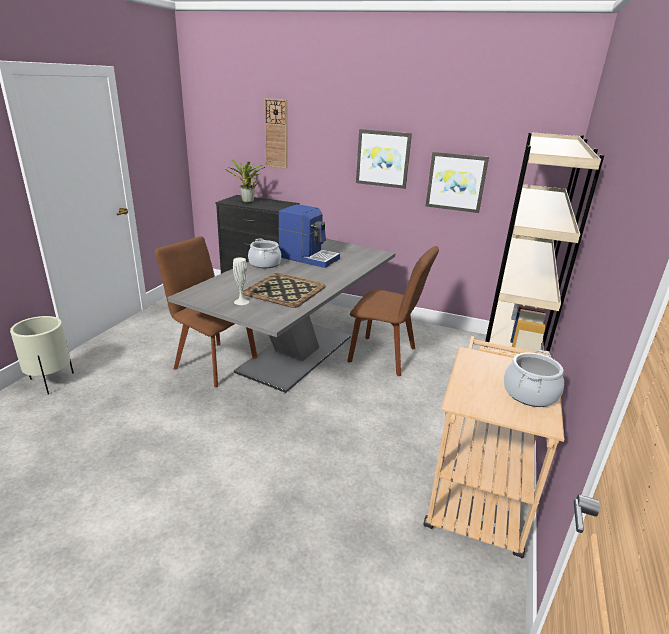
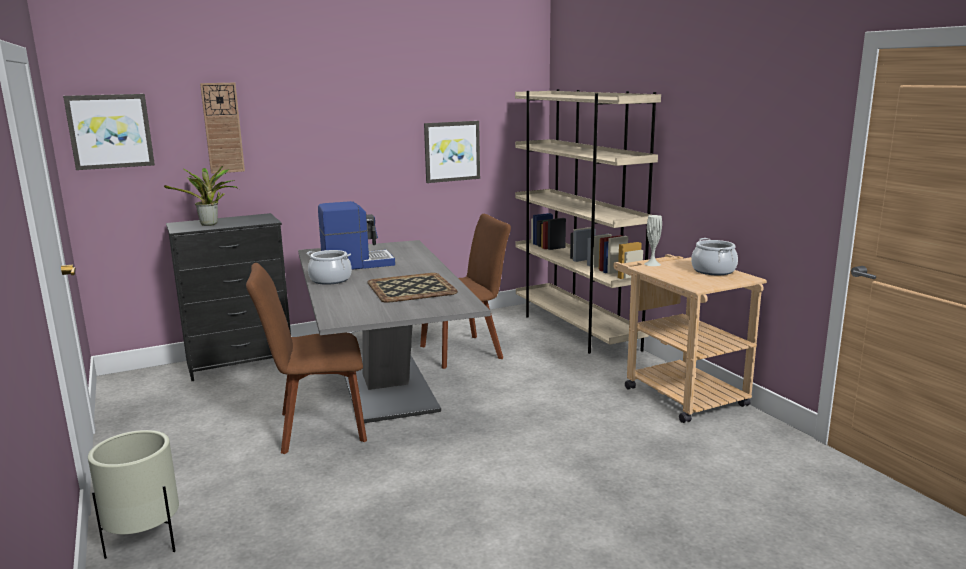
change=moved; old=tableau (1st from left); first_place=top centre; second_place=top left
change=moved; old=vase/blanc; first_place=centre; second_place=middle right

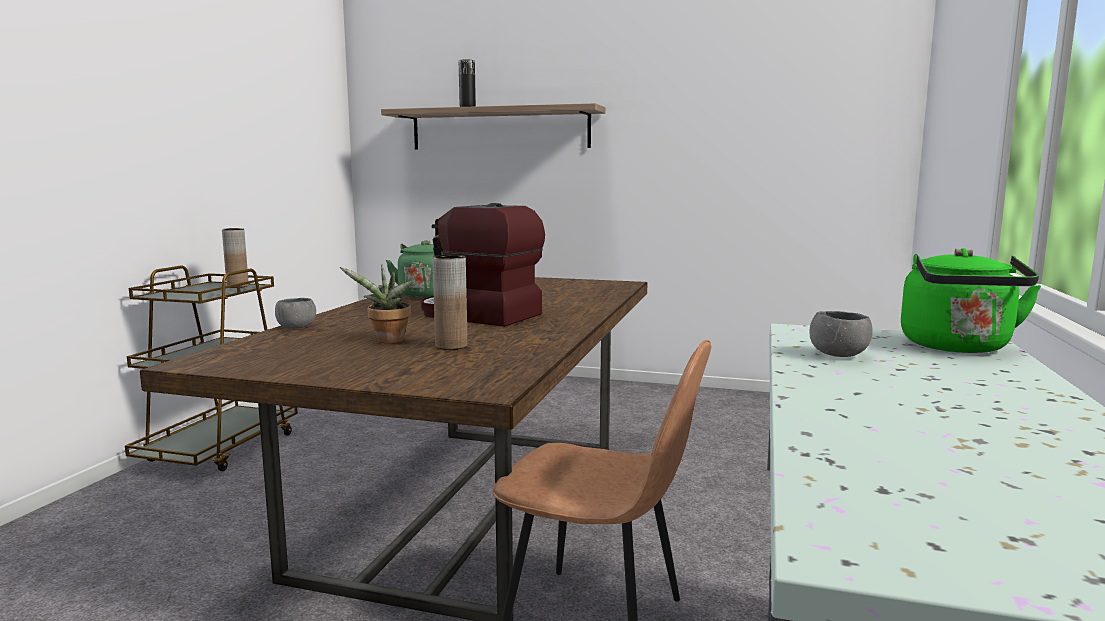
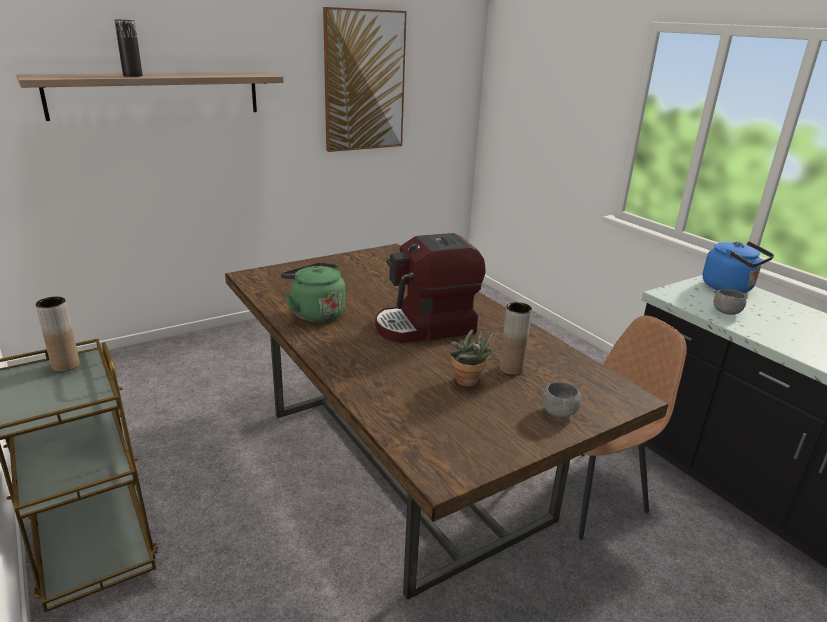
change=added; new=tableau; second_place=top centre
change=moved; old=bol/gris (1st from left); first_place=middle left; second_place=middle right
change=recoloured; old=bouilloire/vert (2nd from left); new=bouilloire/bleu; first_place=middle right; second_place=middle right

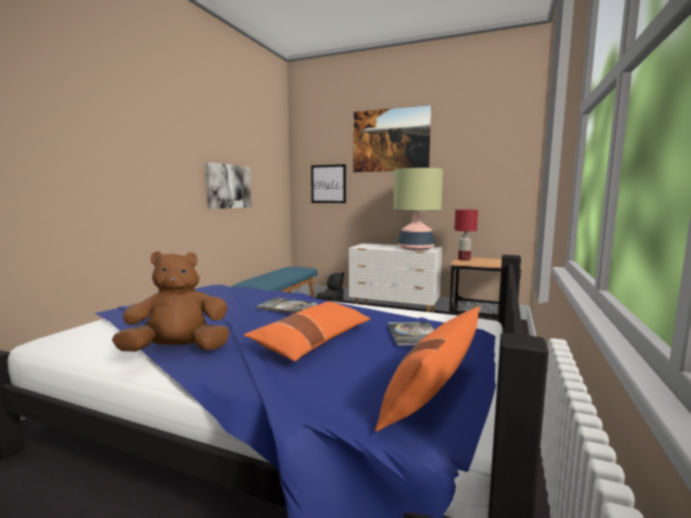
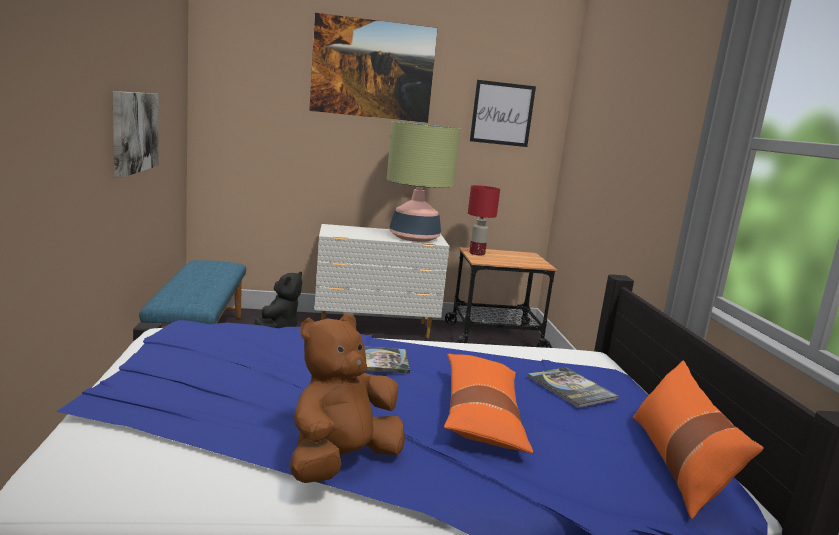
change=moved; old=tableau (2nd from left in the first image); new=tableau (3rd from left); first_place=centre; second_place=top centre

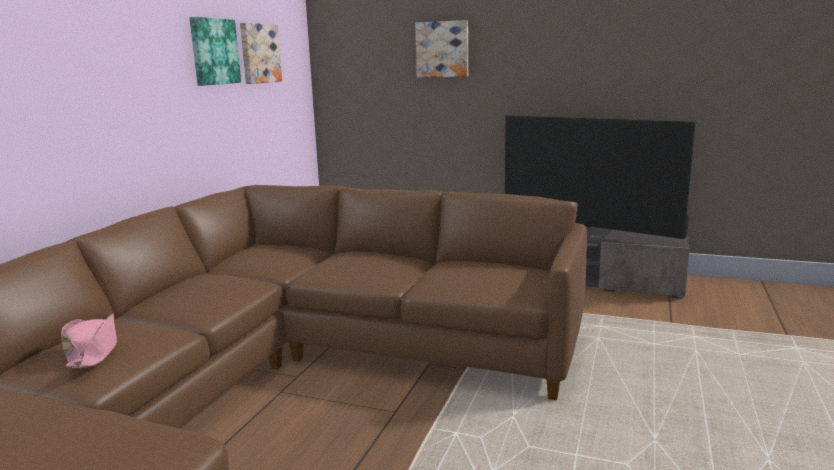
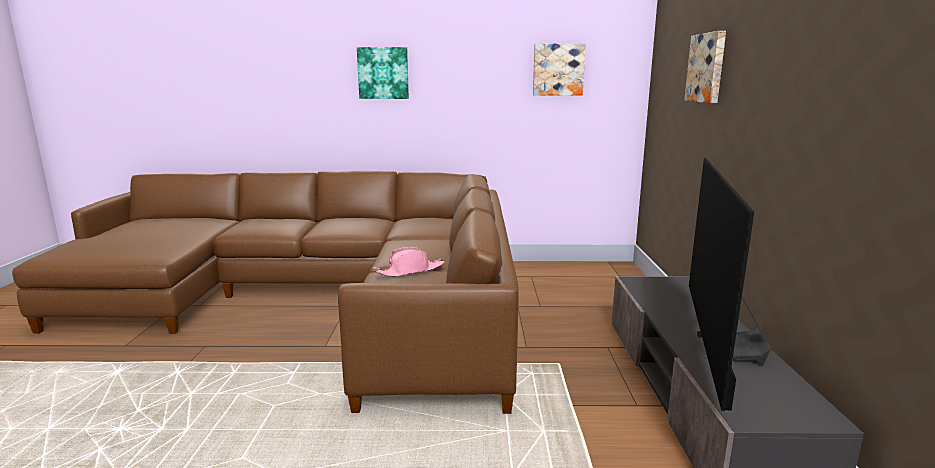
change=moved; old=tableau (1st from left); first_place=top left; second_place=top centre
change=moved; old=chapeau/rose; first_place=bottom left; second_place=centre

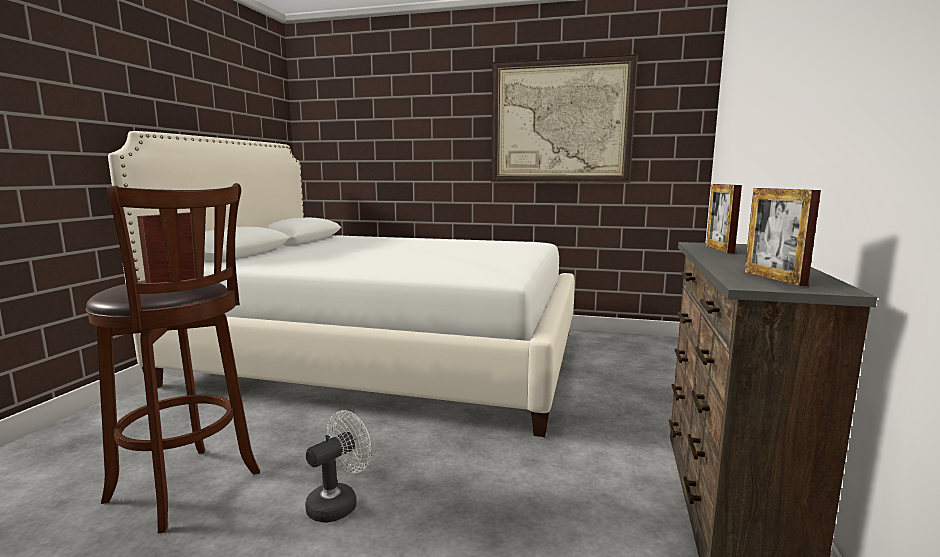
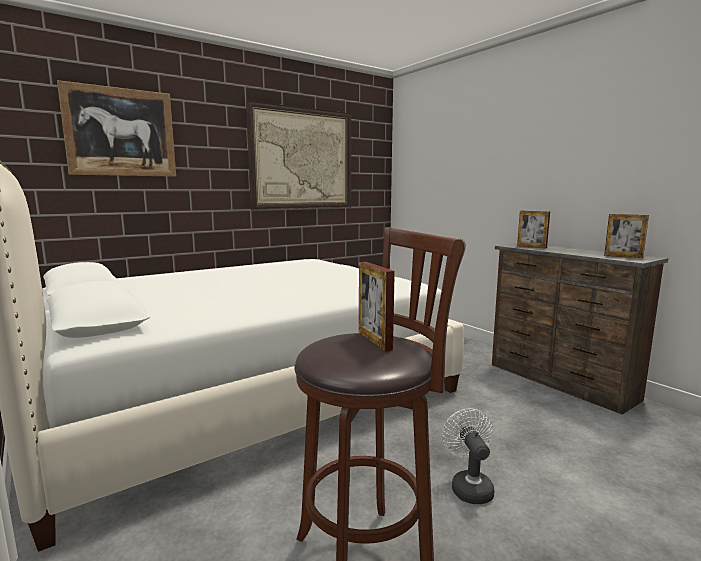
change=added; new=tableau (1st from left); second_place=top left

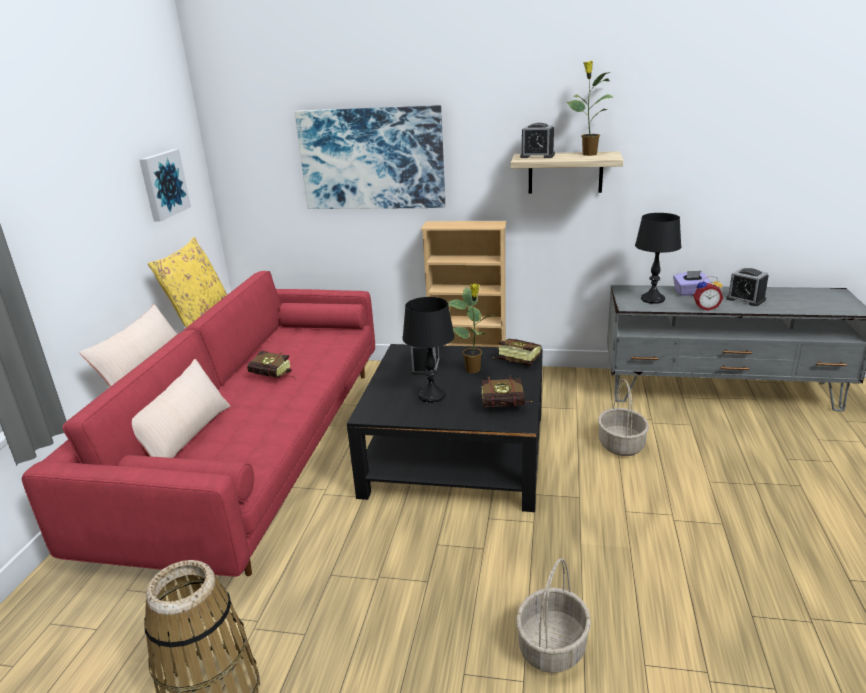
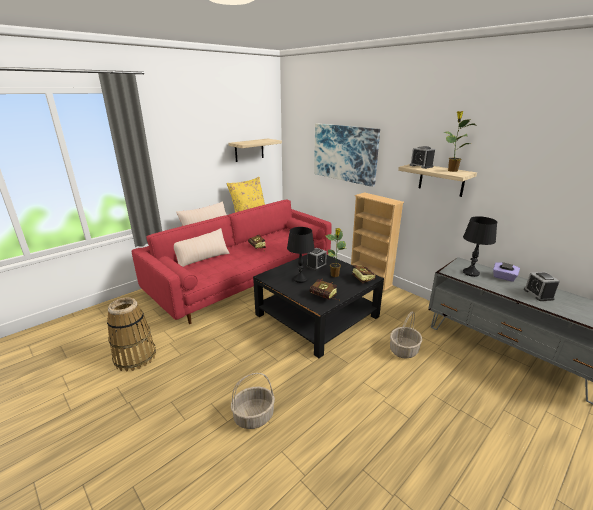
change=replaced; old=tableau (1st from left); new=étagère (1st from left); first_place=top left; second_place=top centre
change=removed; old=réveil (3rd from left); first_place=middle right

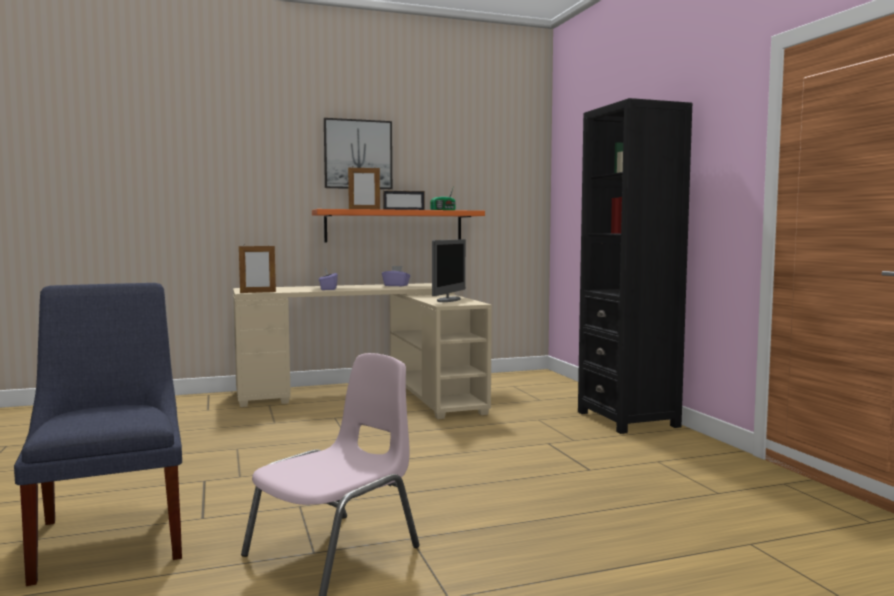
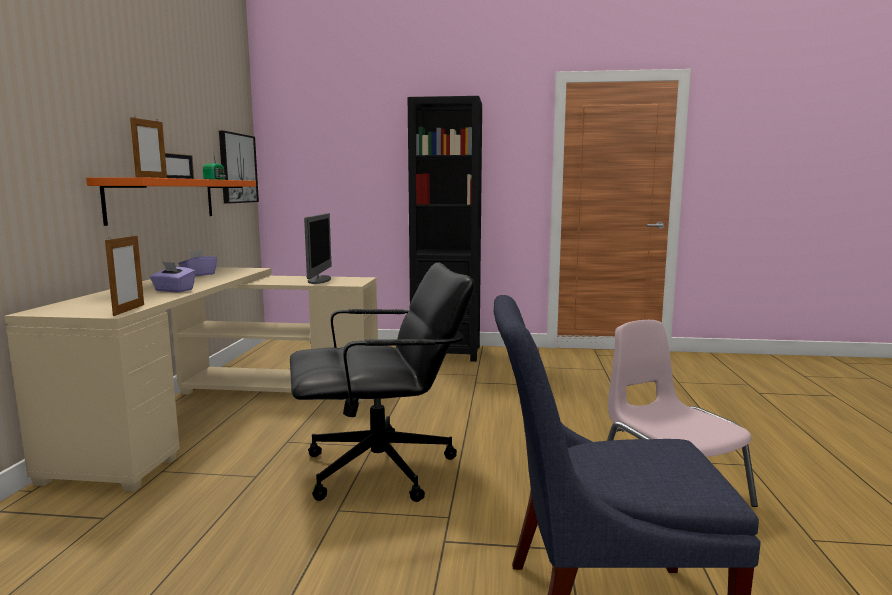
change=moved; old=tableau; first_place=top centre; second_place=top left
change=added; new=chaise de bureau/noir; second_place=centre
change=turned; old=écran d'ordinateur; first_place=centre; second_place=centre; degrees=45

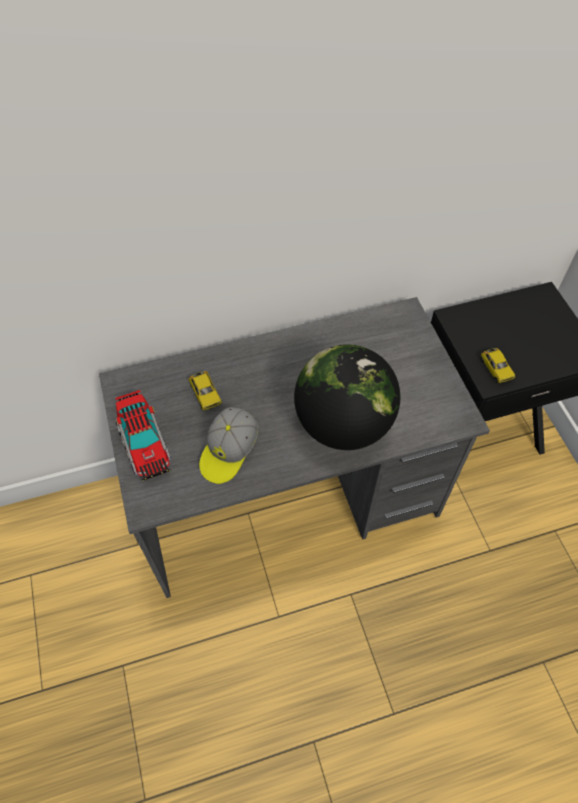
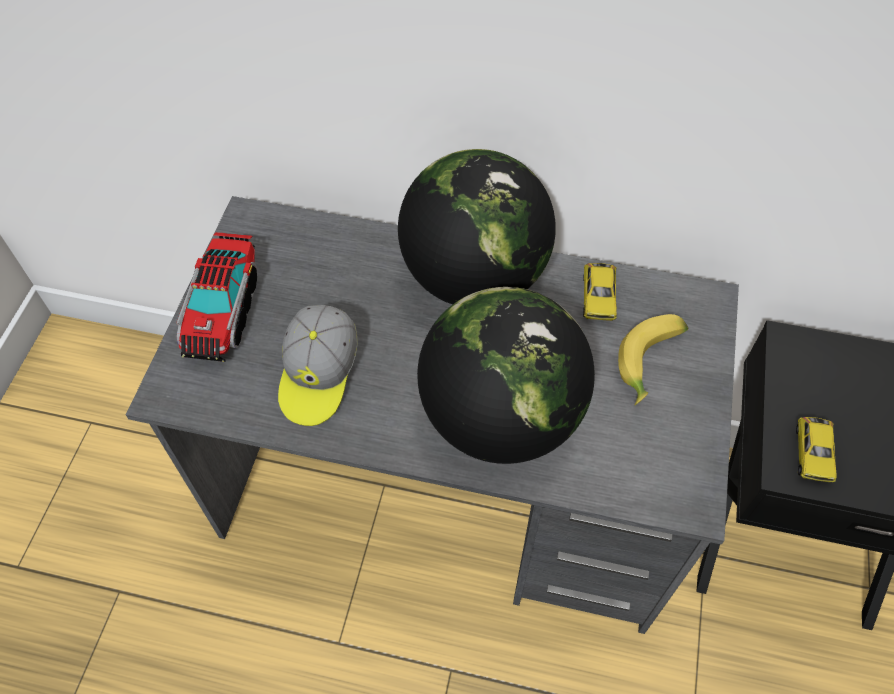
change=turned; old=casquette; first_place=centre; second_place=centre; degrees=-45
change=added; new=globe (1st from left); second_place=top centre
change=moved; old=petite voiture (1st from left); first_place=centre; second_place=middle right
change=added; new=banane; second_place=middle right

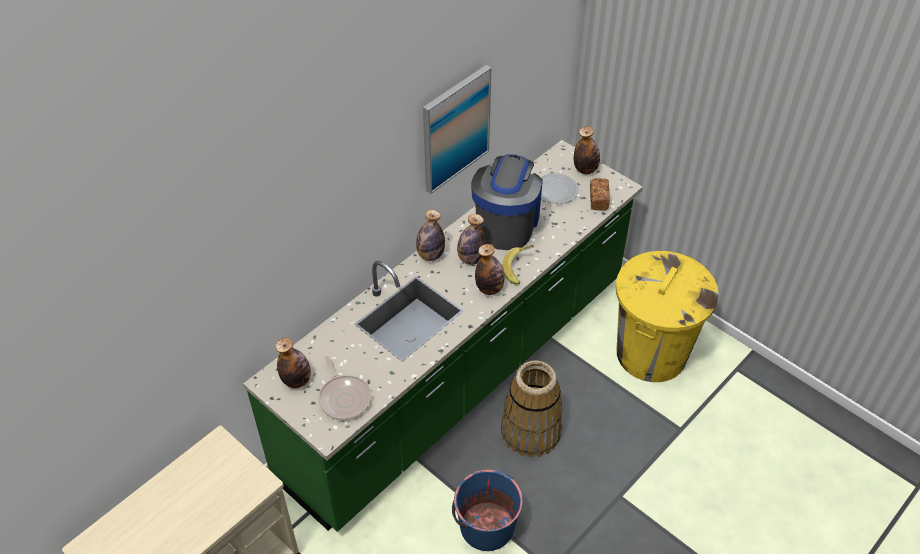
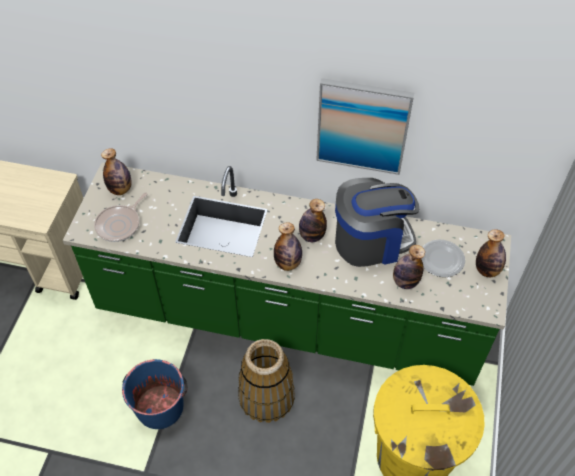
change=moved; old=bouteille (2nd from left in the first image); new=bouteille (4th from left); first_place=centre; second_place=middle right
change=removed; old=banane; first_place=centre
change=removed; old=pain; first_place=centre

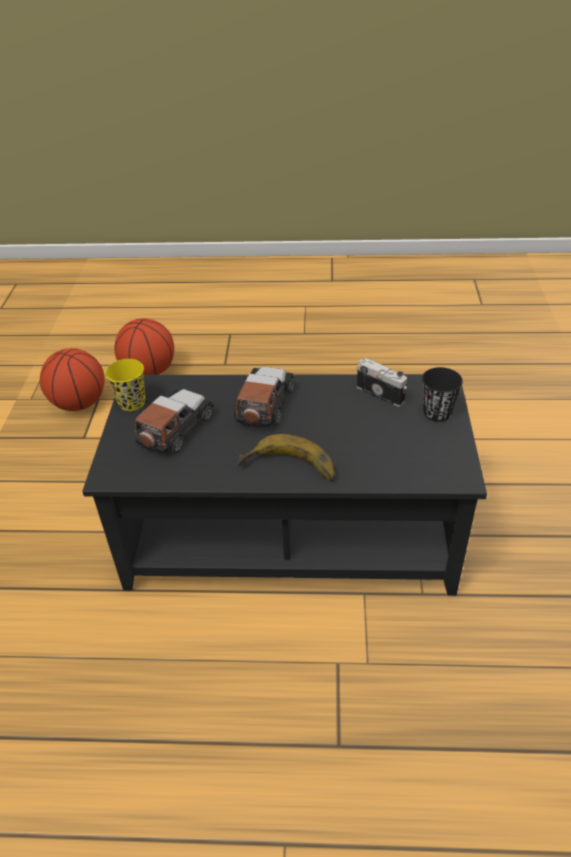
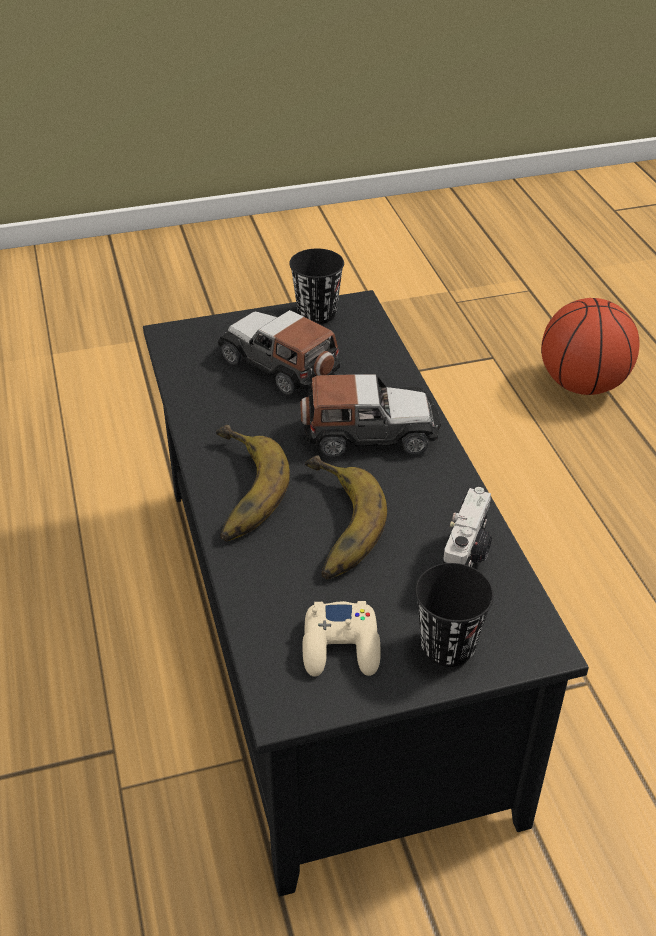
change=turned; old=petite voiture (1st from left); first_place=middle left; second_place=centre; degrees=-150
change=recoloured; old=tasse/jaune; new=tasse/noir (1st from left); first_place=middle left; second_place=top centre
change=added; new=manette/beige; second_place=bottom centre
change=added; new=banane (2nd from left); second_place=centre
change=removed; old=ballon de basket (1st from left); first_place=middle left

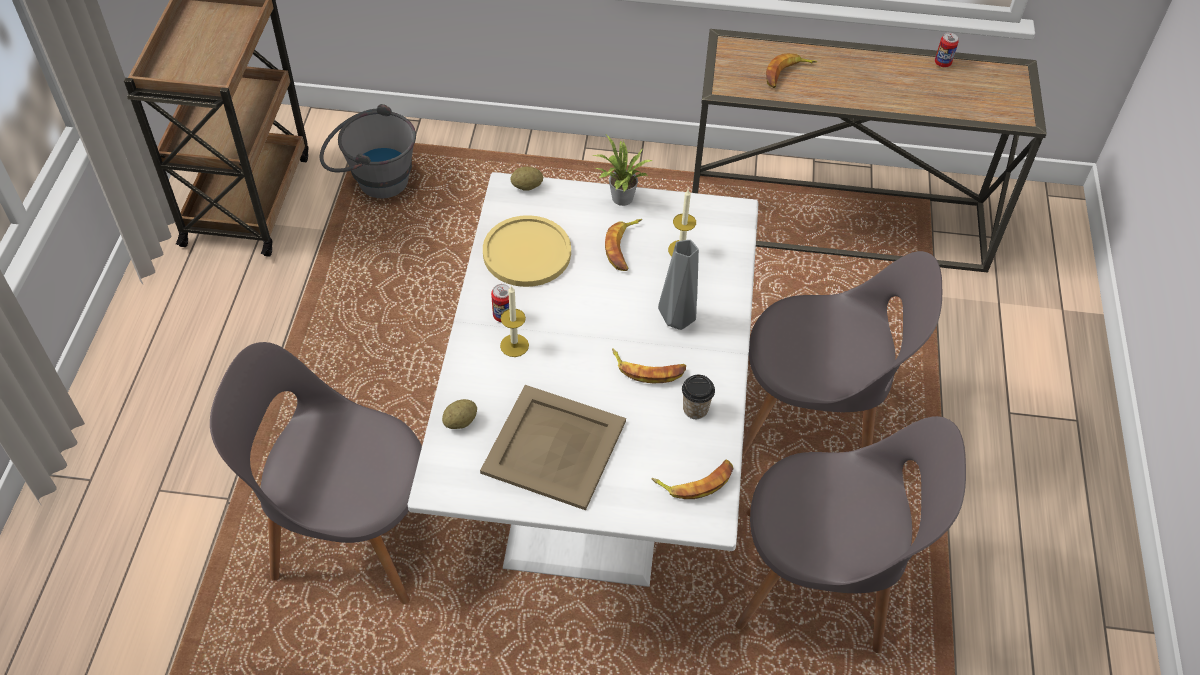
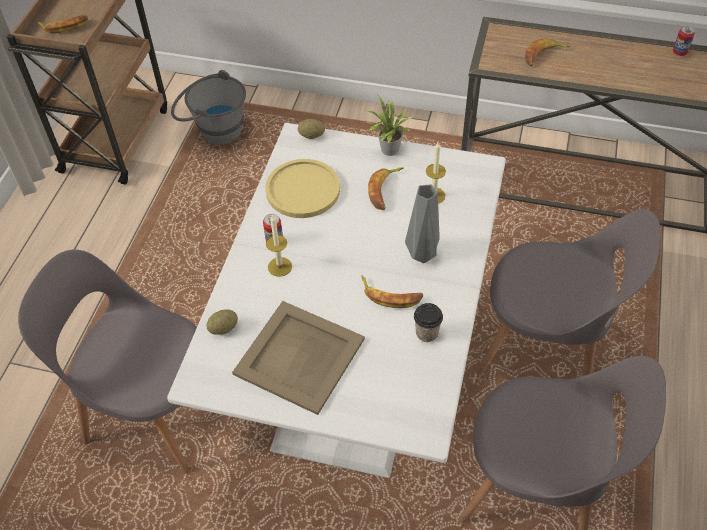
change=moved; old=banane (3rd from left in the first image); new=banane (1st from left); first_place=bottom centre; second_place=top left

